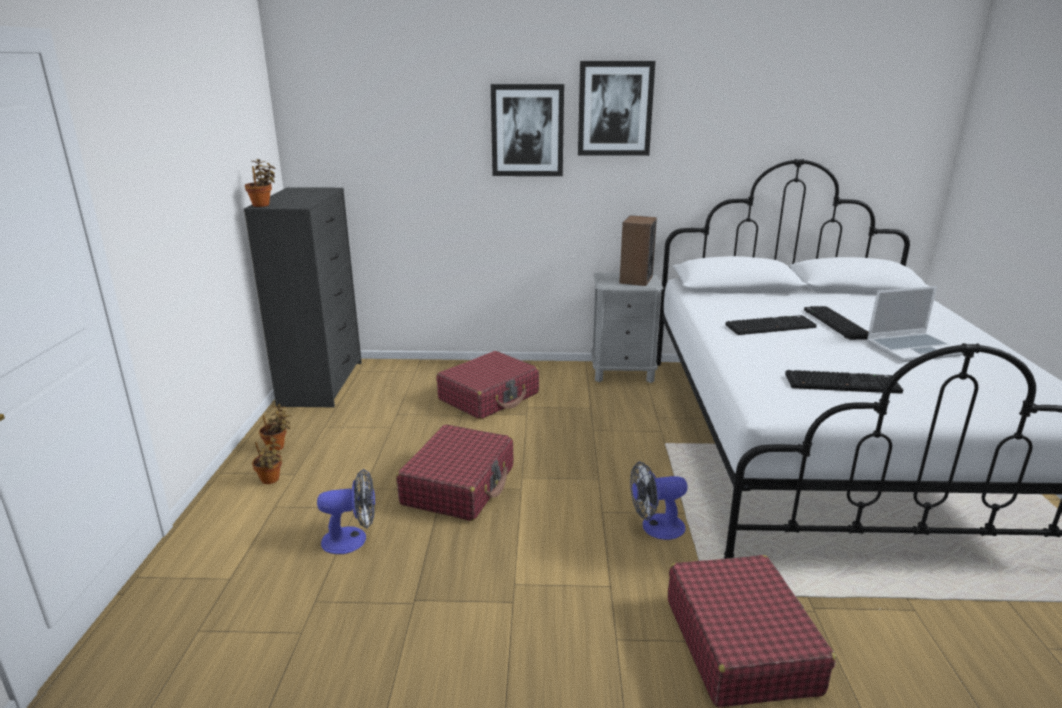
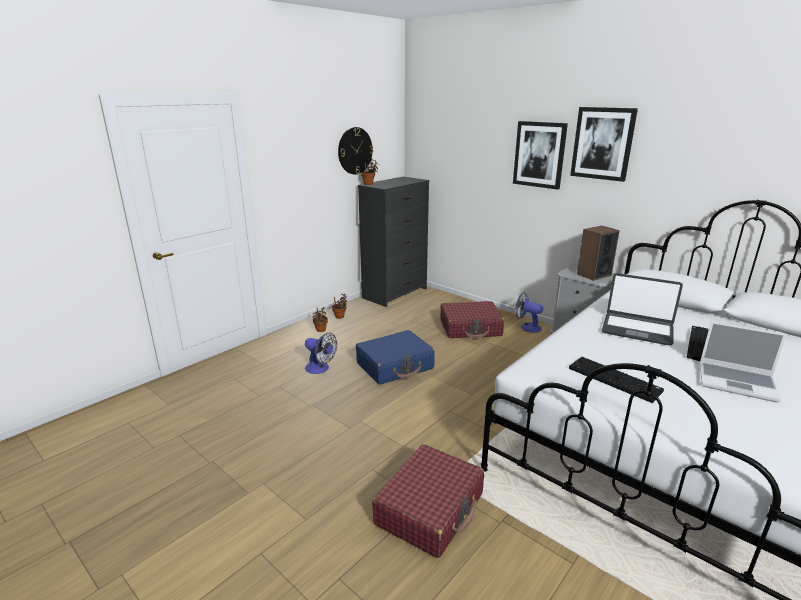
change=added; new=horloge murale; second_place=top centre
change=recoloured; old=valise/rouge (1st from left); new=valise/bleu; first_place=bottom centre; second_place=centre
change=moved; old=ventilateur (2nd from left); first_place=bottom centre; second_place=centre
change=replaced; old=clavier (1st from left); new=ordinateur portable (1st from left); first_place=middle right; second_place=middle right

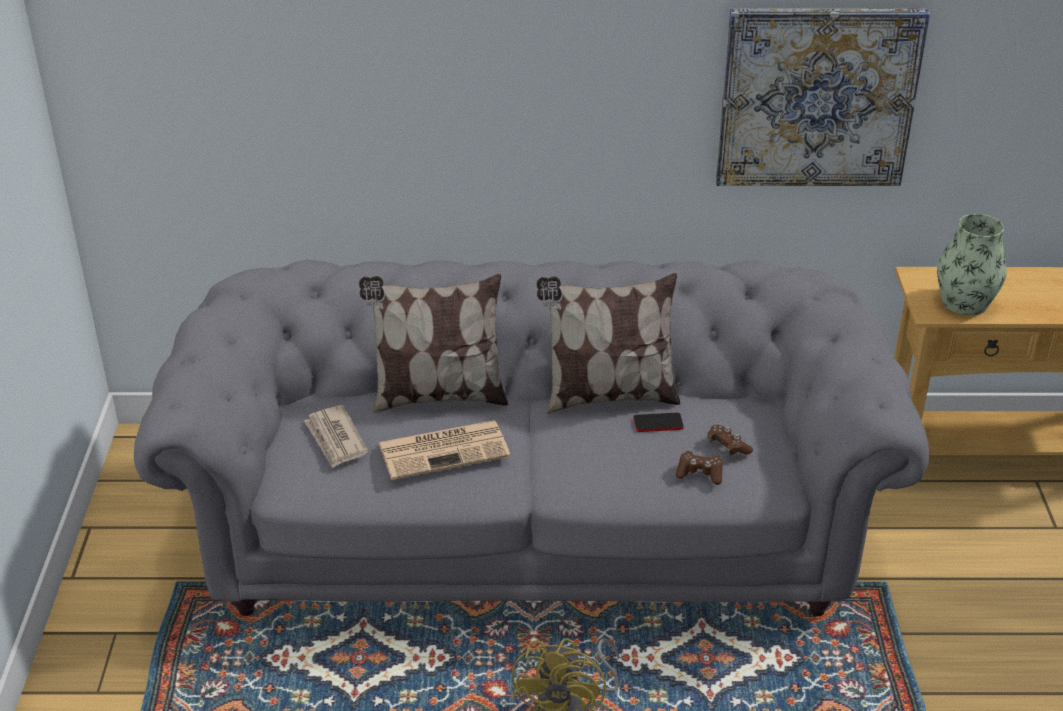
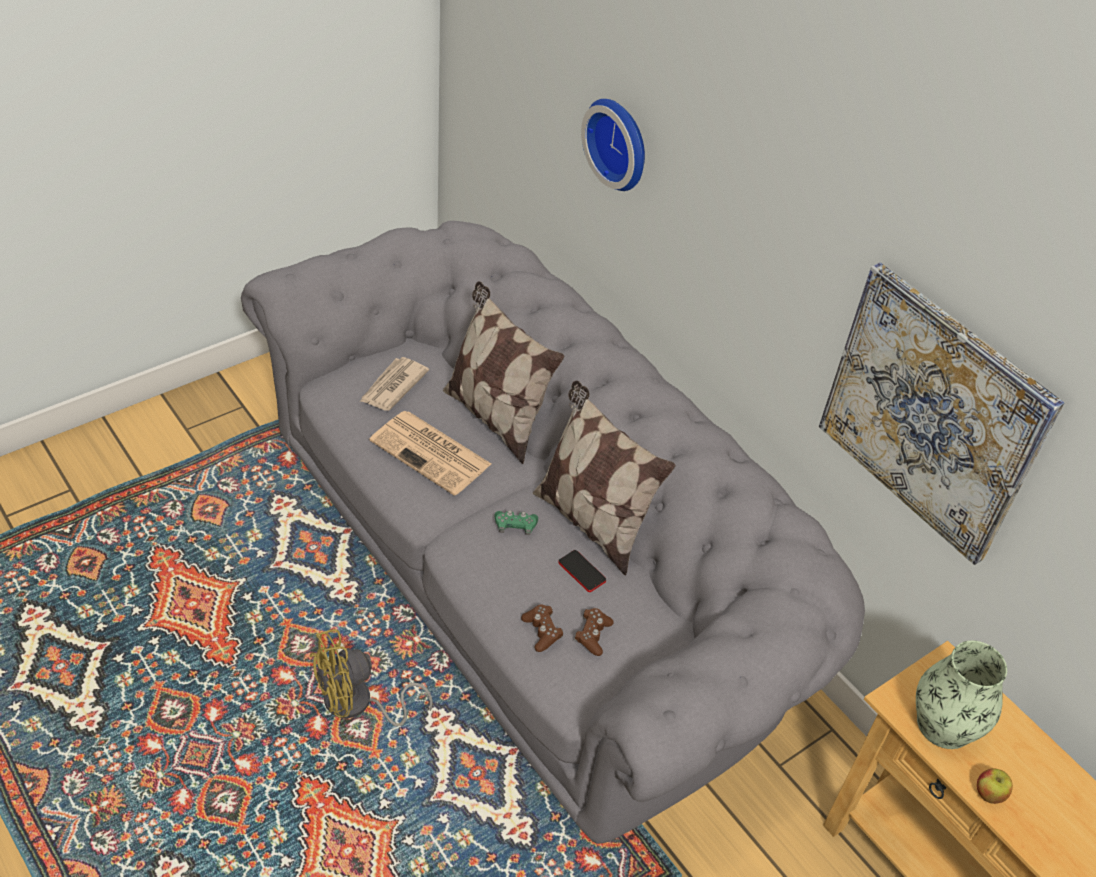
change=added; new=manette/vert; second_place=centre
change=added; new=horloge murale; second_place=top centre
change=added; new=pomme; second_place=bottom right

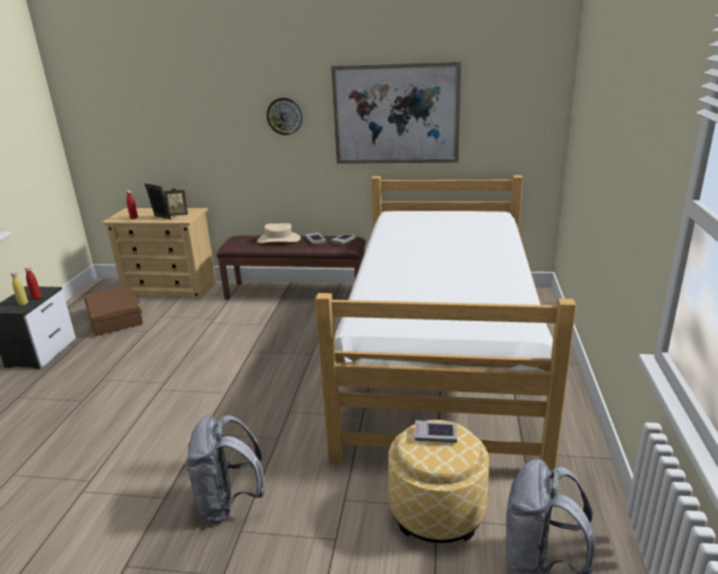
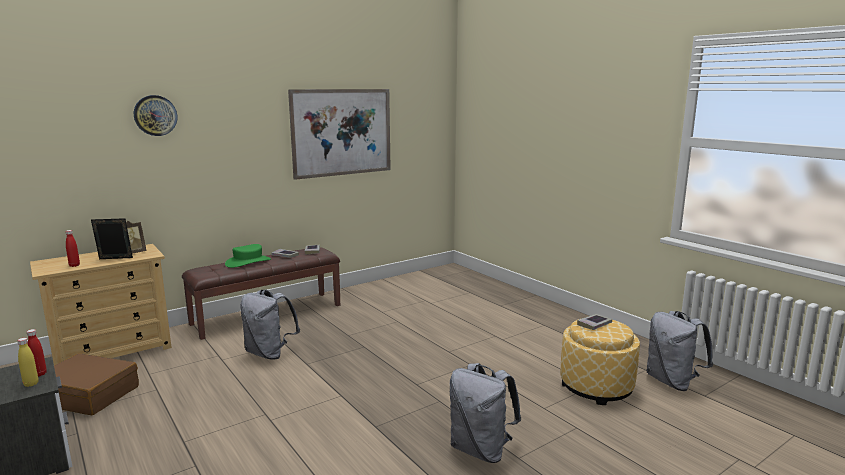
change=moved; old=horloge murale; first_place=top centre; second_place=top left
change=recoloured; old=chapeau/beige; new=chapeau/vert; first_place=centre; second_place=middle left
change=added; new=sac à dos/gris (1st from left); second_place=bottom left
change=removed; old=lit; first_place=centre

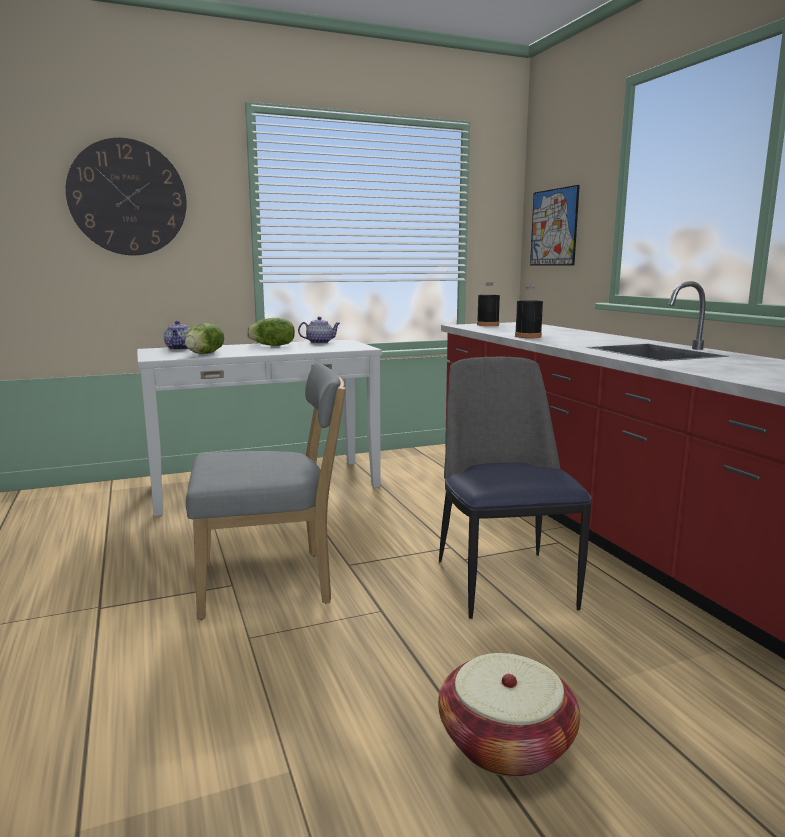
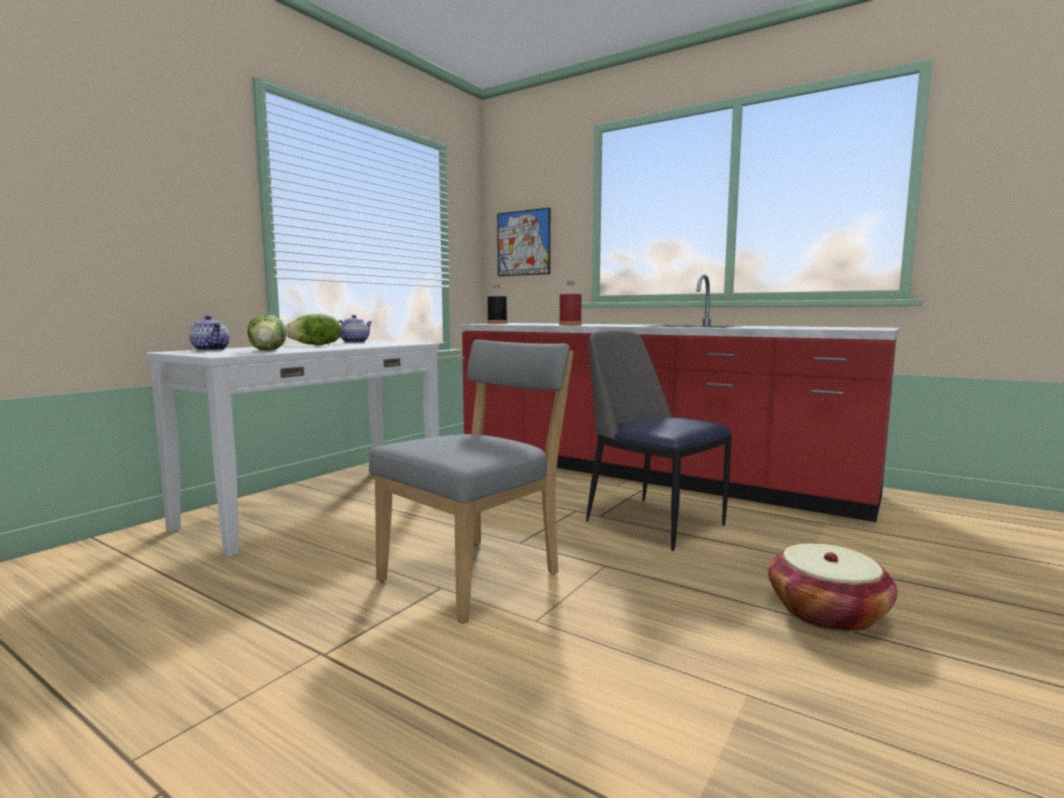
change=recoloured; old=bouteille/noir (2nd from left); new=bouteille/rouge; first_place=middle right; second_place=centre
change=removed; old=horloge murale; first_place=top left

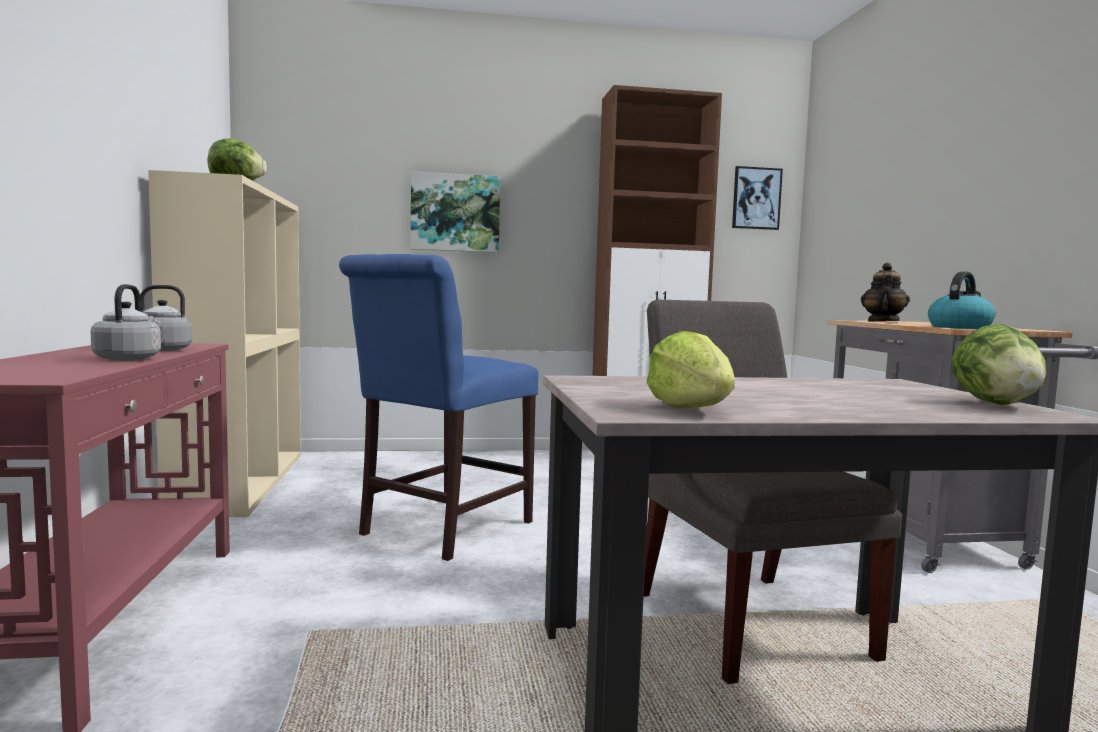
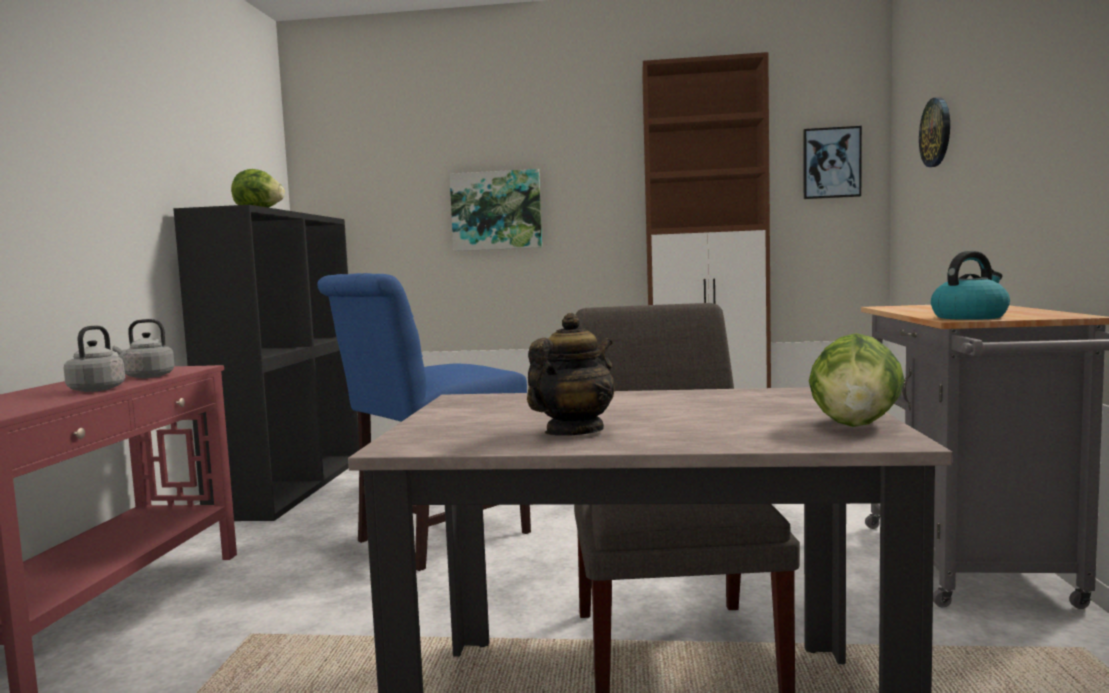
change=recoloured; old=bibliothèque/beige; new=bibliothèque/noir; first_place=middle left; second_place=middle left
change=moved; old=théière; first_place=middle right; second_place=centre
change=added; new=horloge murale; second_place=top right
change=removed; old=laitue (2nd from left); first_place=centre

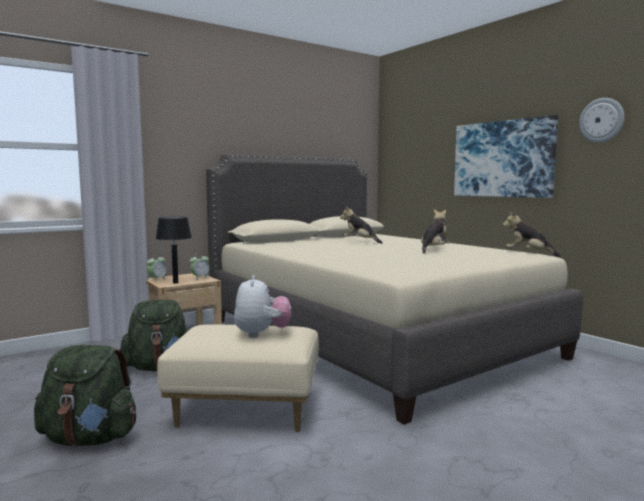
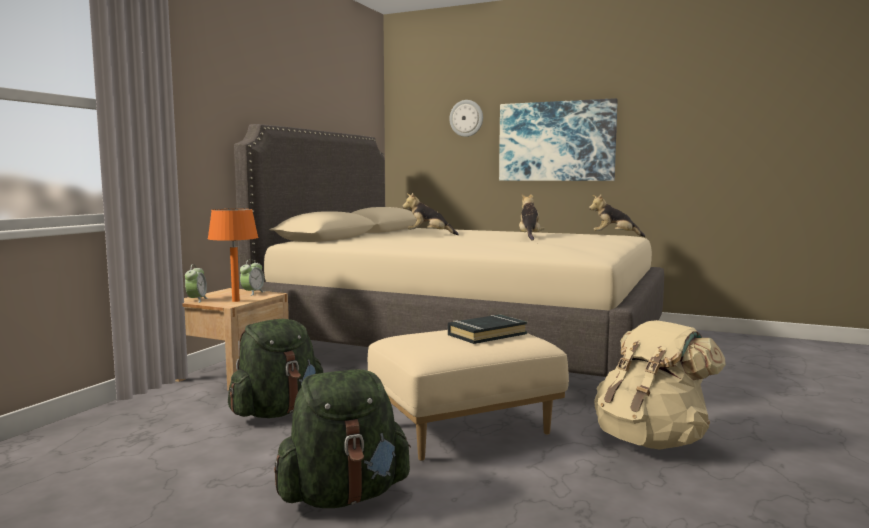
change=recoloured; old=lampe de table/noir; new=lampe de table/orange; first_place=middle left; second_place=middle left
change=replaced; old=peluche (1st from left); new=livre/noir; first_place=centre; second_place=centre
change=moved; old=horloge murale; first_place=top right; second_place=top centre
change=added; new=sac à dos/beige; second_place=bottom right

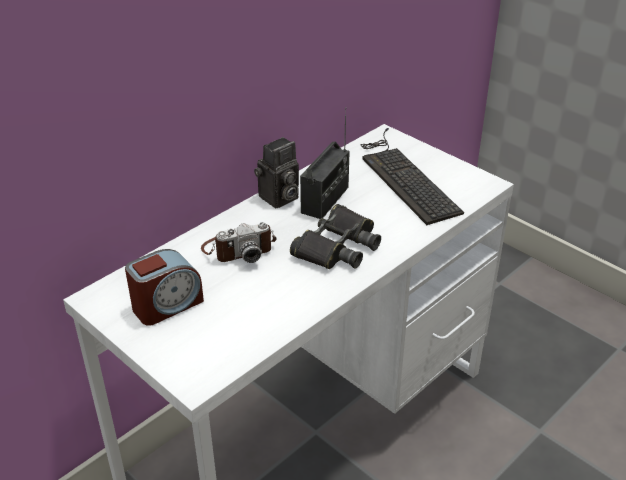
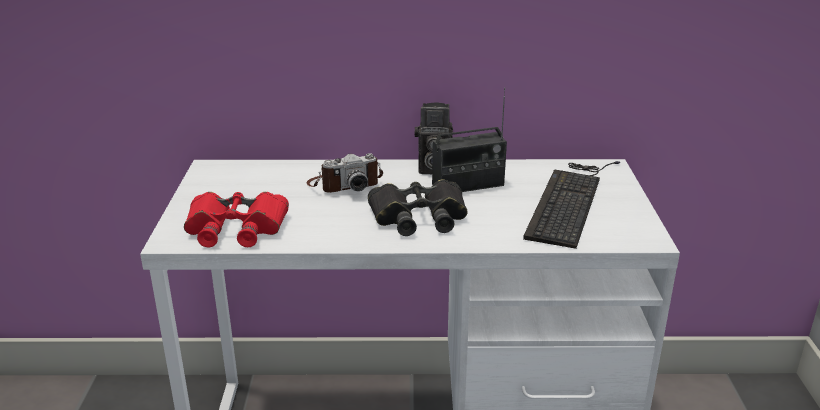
change=added; new=jumelles/rouge; second_place=middle left
change=turned; old=appareil photo (1st from left); first_place=centre; second_place=centre; degrees=-45
change=removed; old=réveil; first_place=middle left

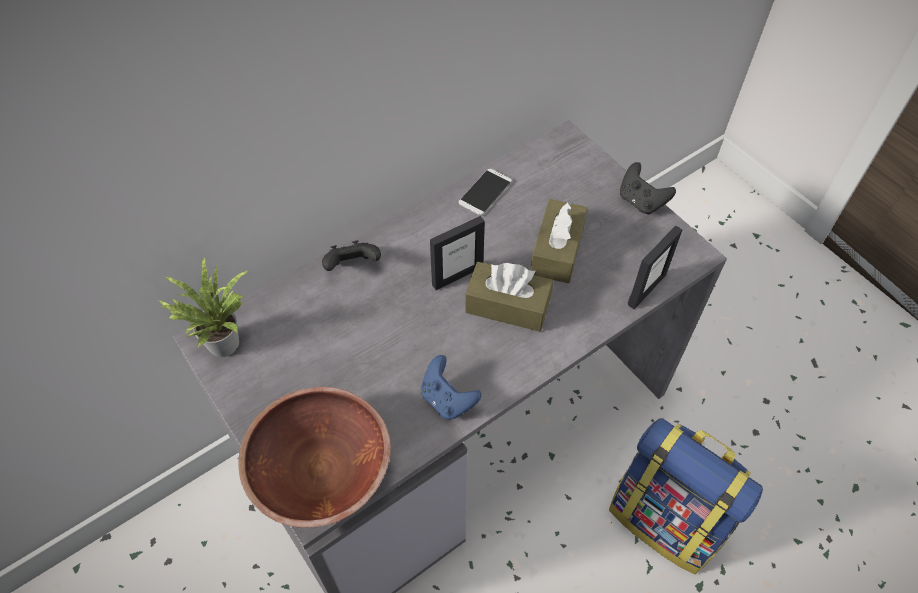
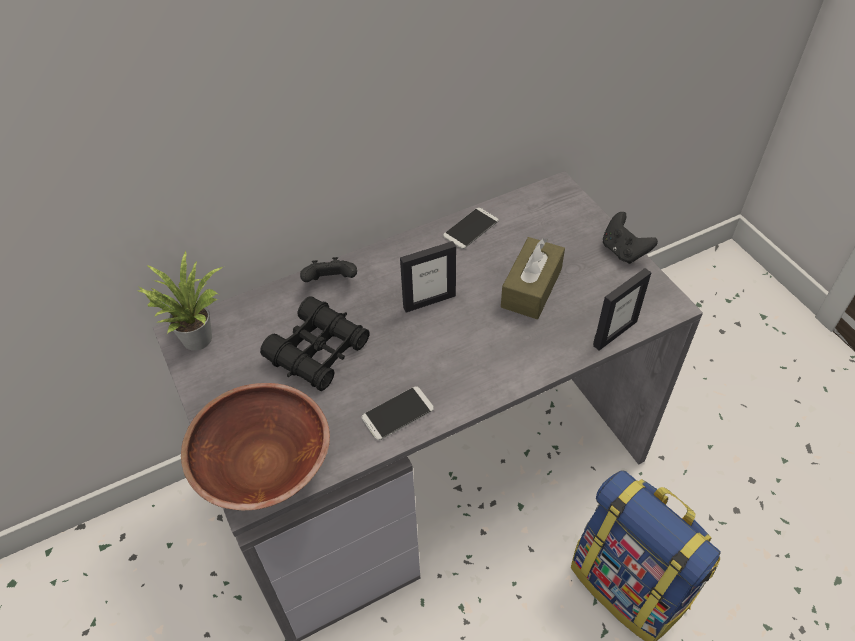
change=added; new=jumelles/noir; second_place=centre
change=replaced; old=manette/bleu; new=téléphone (1st from left); first_place=centre; second_place=centre
change=removed; old=boîte à mouchoirs/marron (1st from left); first_place=centre

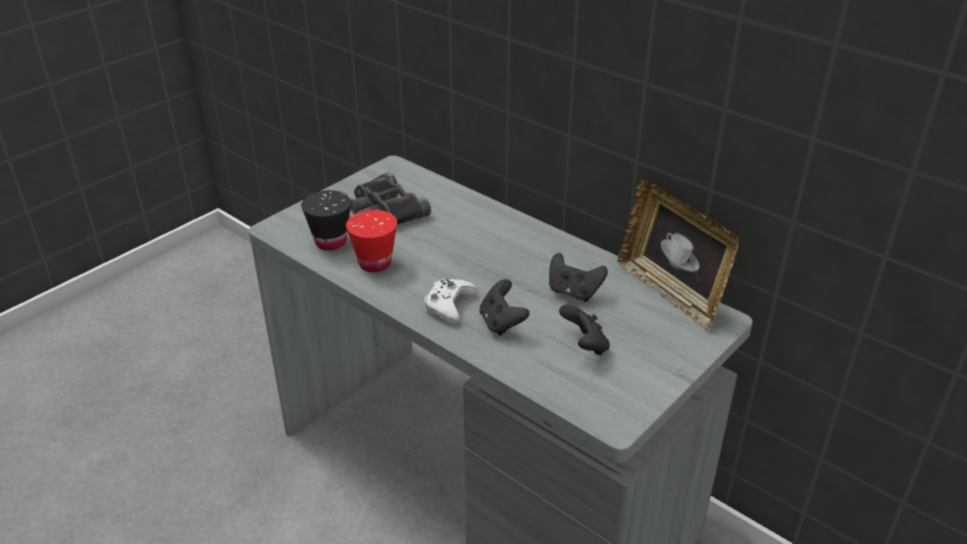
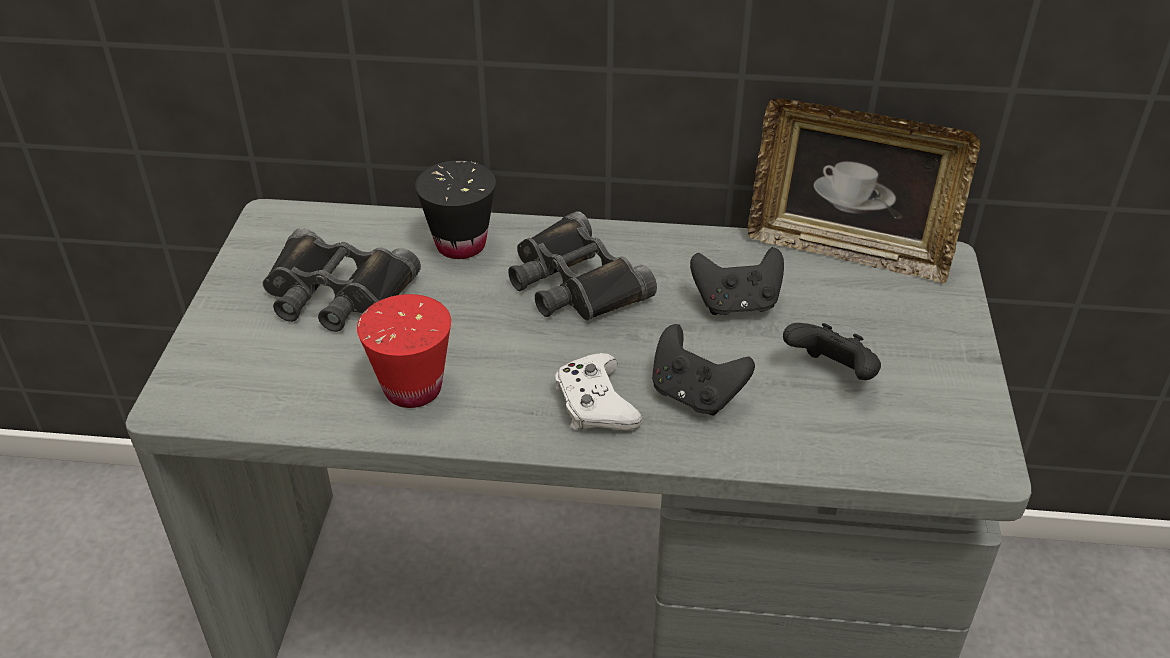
change=moved; old=tasse/noir; first_place=centre; second_place=top centre
change=added; new=jumelles/noir (2nd from left); second_place=centre

